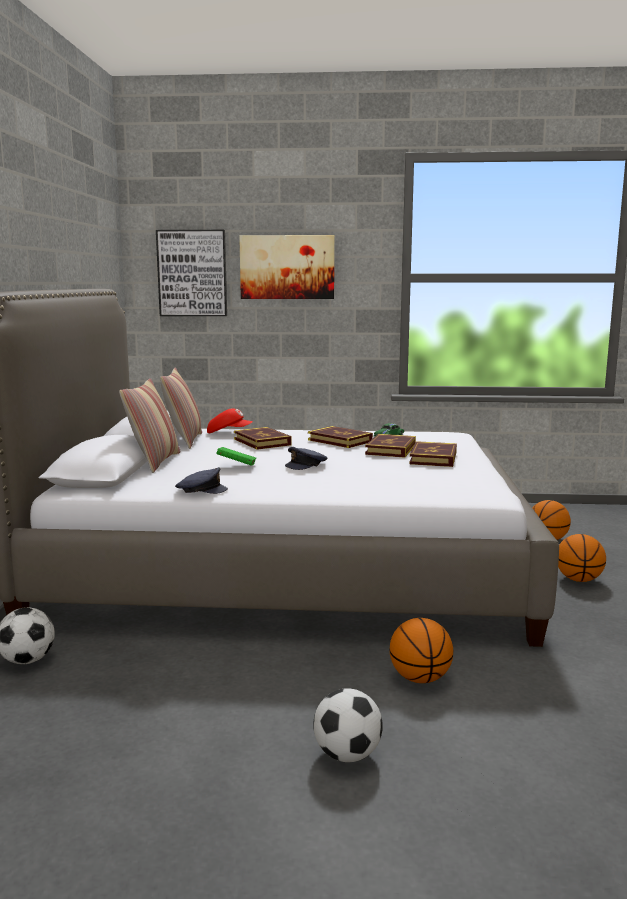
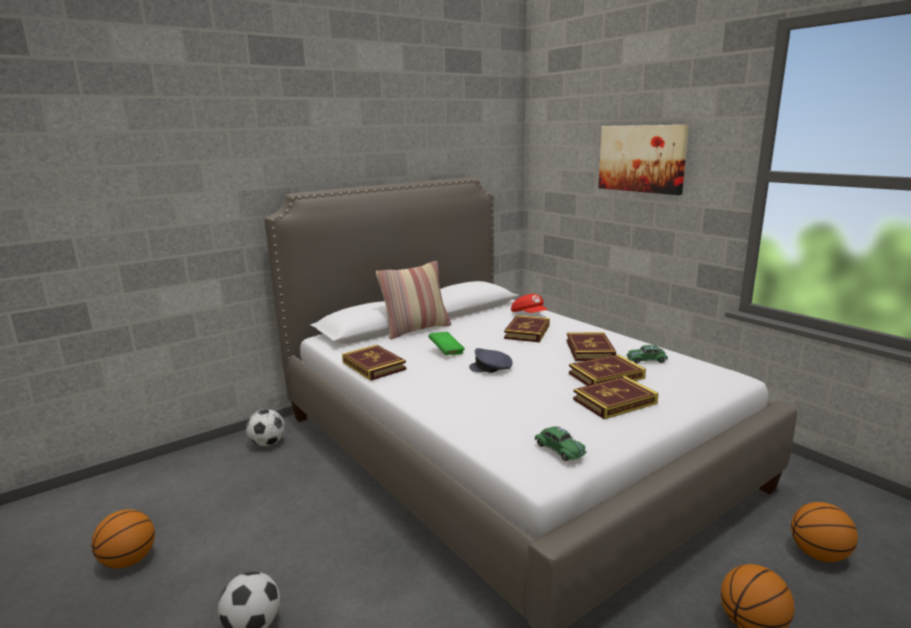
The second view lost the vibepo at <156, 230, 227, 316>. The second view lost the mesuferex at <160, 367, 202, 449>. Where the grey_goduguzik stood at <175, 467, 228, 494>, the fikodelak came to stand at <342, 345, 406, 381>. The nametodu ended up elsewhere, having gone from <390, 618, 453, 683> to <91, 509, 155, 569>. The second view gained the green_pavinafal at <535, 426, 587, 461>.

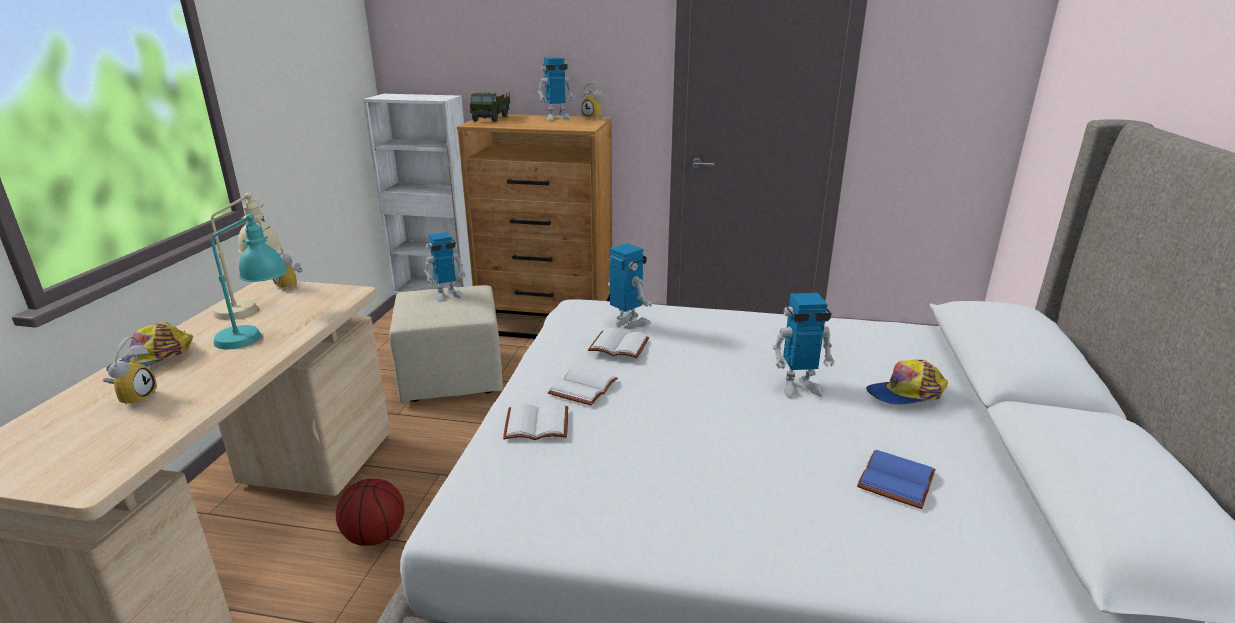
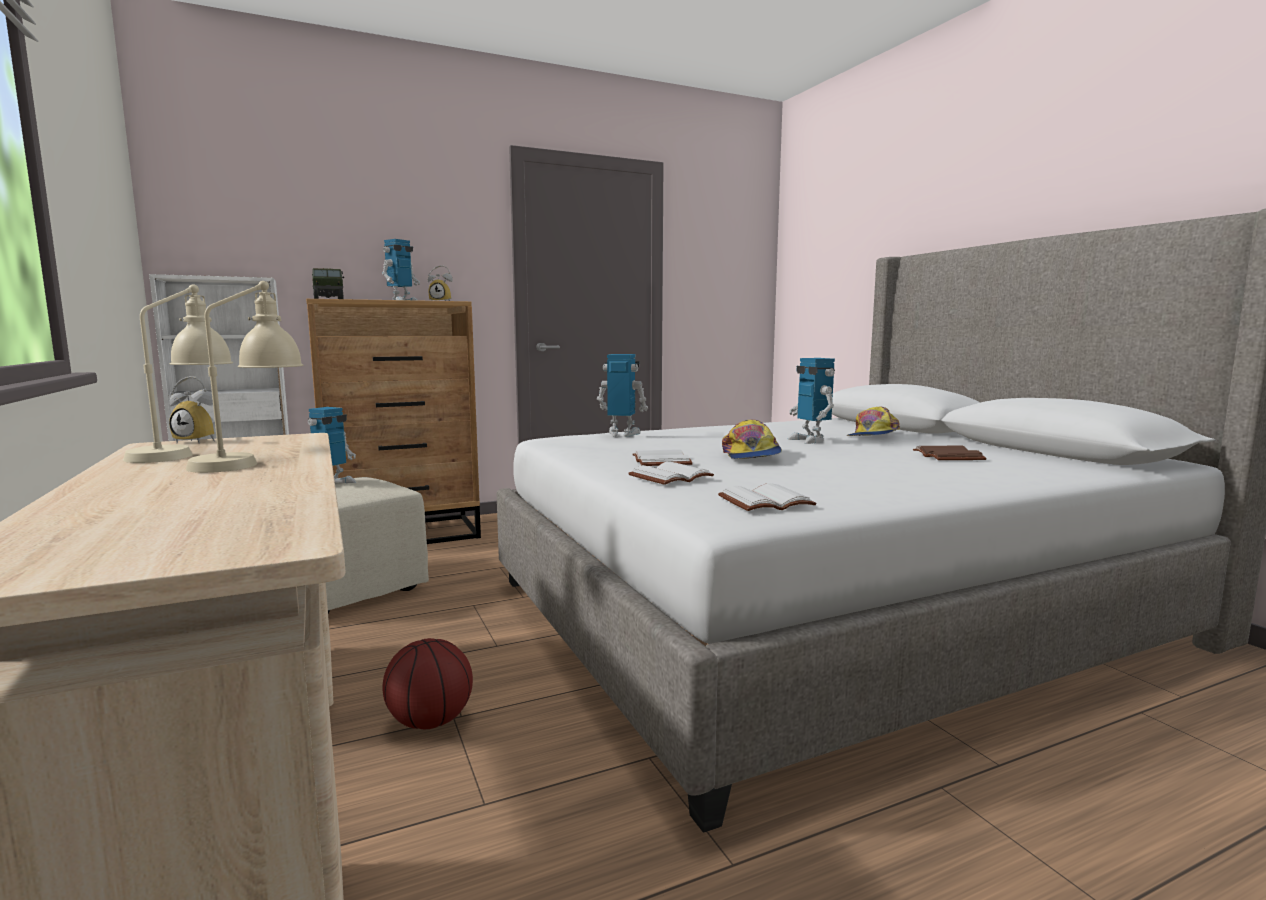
What was the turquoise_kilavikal at <211, 213, 287, 349> turned into the beige_kilavikal at <186, 281, 303, 473>. The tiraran at <773, 293, 835, 398> ended up facing another way, 105 degrees clockwise from before. The goduguzik ended up elsewhere, having gone from <106, 322, 193, 371> to <722, 420, 782, 459>. The white_fikodelak ended up elsewhere, having gone from <588, 328, 649, 358> to <718, 483, 816, 511>. The second view lost the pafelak at <102, 337, 157, 406>. What was the blue_fikodelak at <857, 450, 936, 509> turned into the brown_fikodelak at <913, 446, 987, 460>.

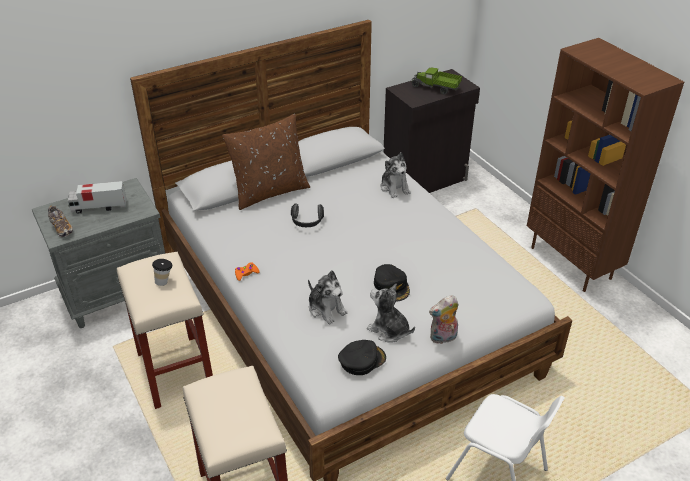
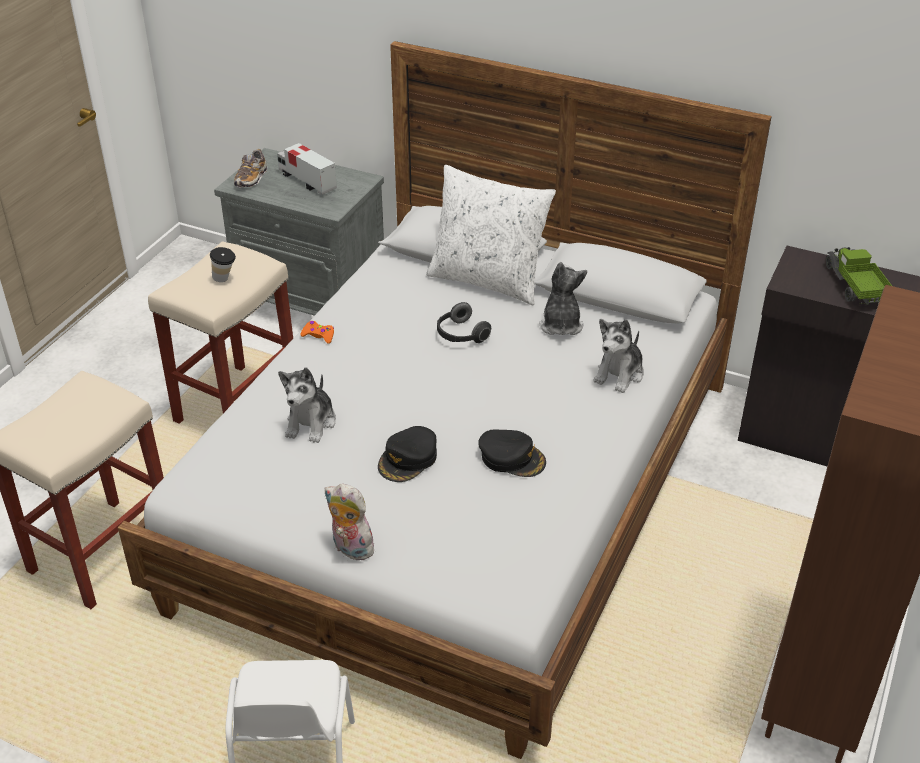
What was the brown_mesuferex at <222, 114, 310, 210> turned into the white_mesuferex at <426, 165, 556, 305>. The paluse ended up elsewhere, having gone from <367, 284, 415, 343> to <539, 262, 587, 335>. The black_goduguzik ended up elsewhere, having gone from <338, 340, 386, 375> to <478, 429, 546, 477>.

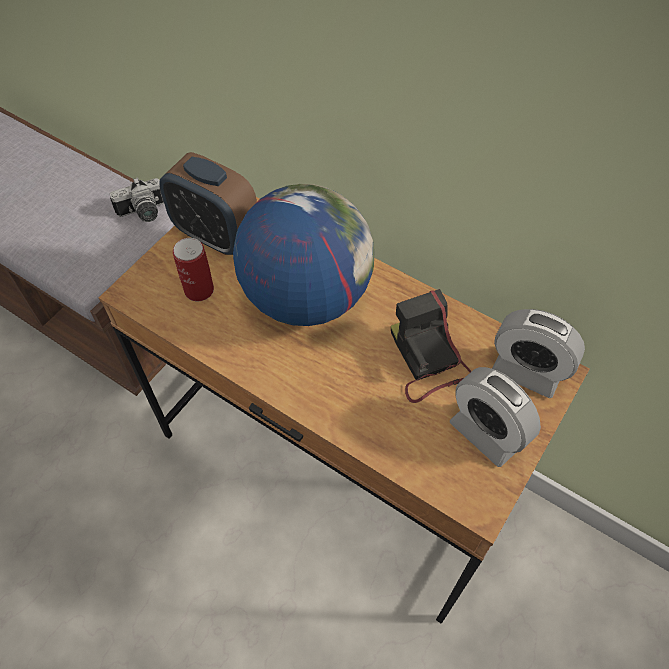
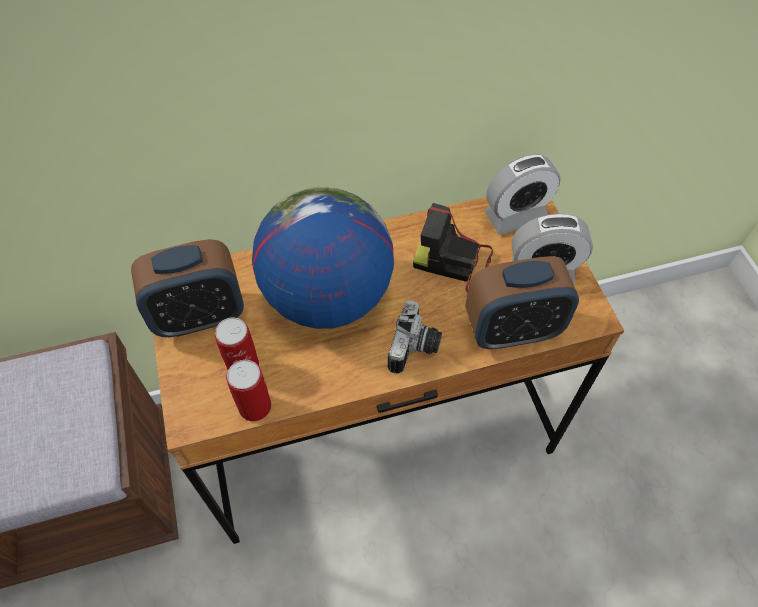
The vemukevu ended up elsewhere, having gone from <110, 177, 164, 222> to <388, 300, 442, 374>. The second view gained the pafelak at <466, 256, 579, 349>. The second view gained the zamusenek at <226, 360, 271, 421>.

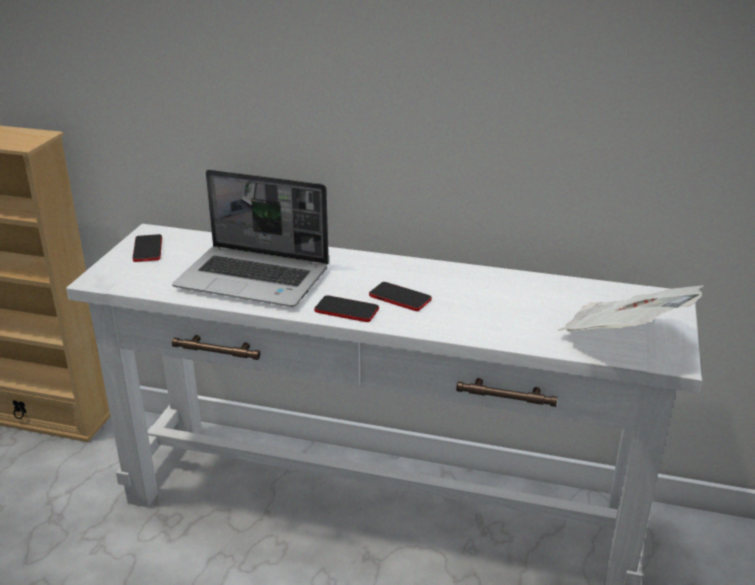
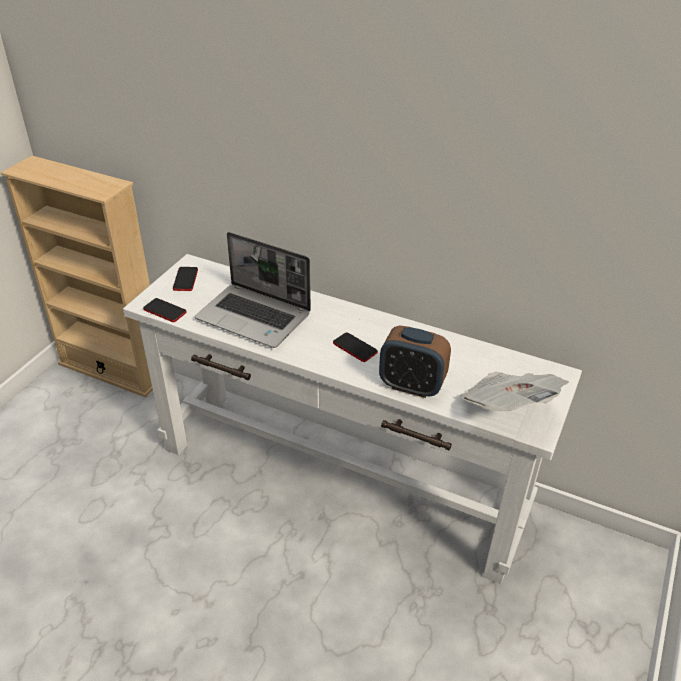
The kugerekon ended up elsewhere, having gone from <314, 295, 379, 322> to <143, 298, 187, 322>. The second view gained the pafelak at <379, 325, 451, 398>.

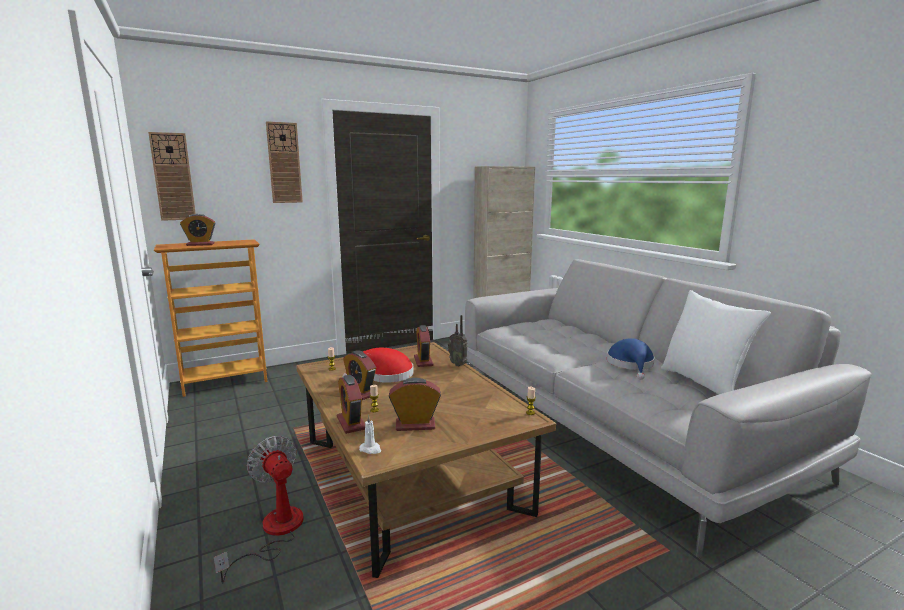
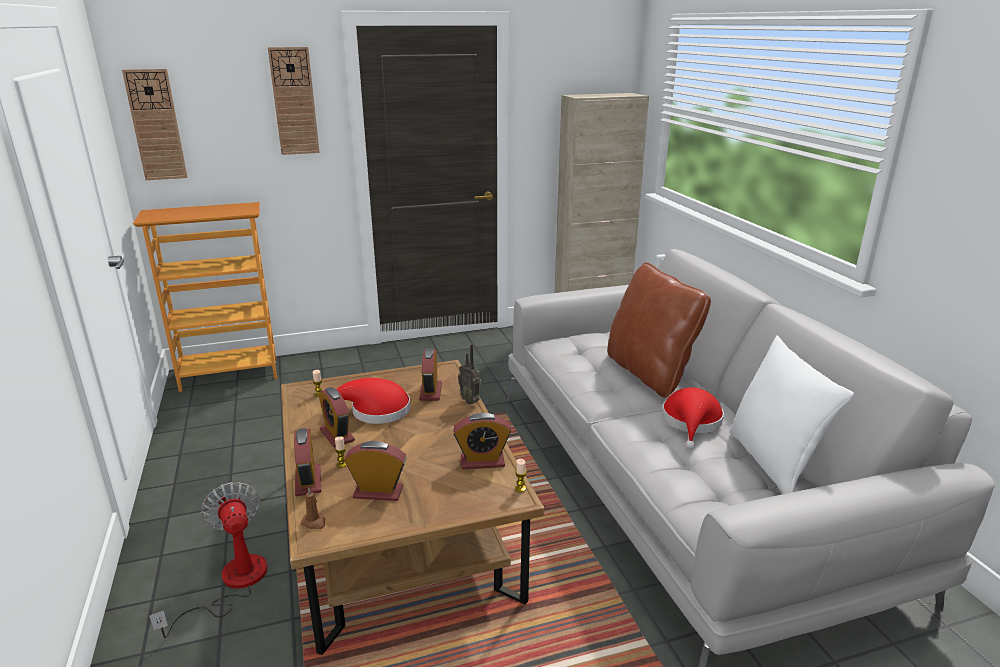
The pafelak ended up elsewhere, having gone from <180, 214, 215, 246> to <453, 413, 511, 469>. What was the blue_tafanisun at <607, 338, 655, 380> turned into the red_tafanisun at <662, 387, 724, 450>. What was the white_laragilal at <359, 415, 381, 454> turned into the brown_laragilal at <301, 487, 325, 529>. The second view gained the brown_mesuferex at <607, 262, 711, 398>.

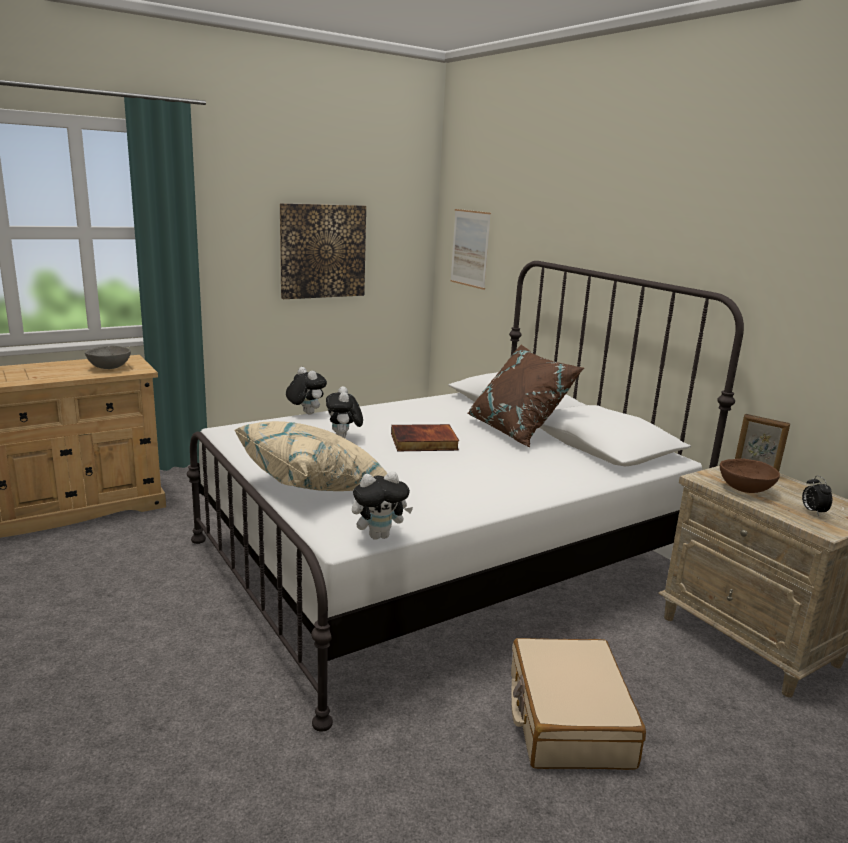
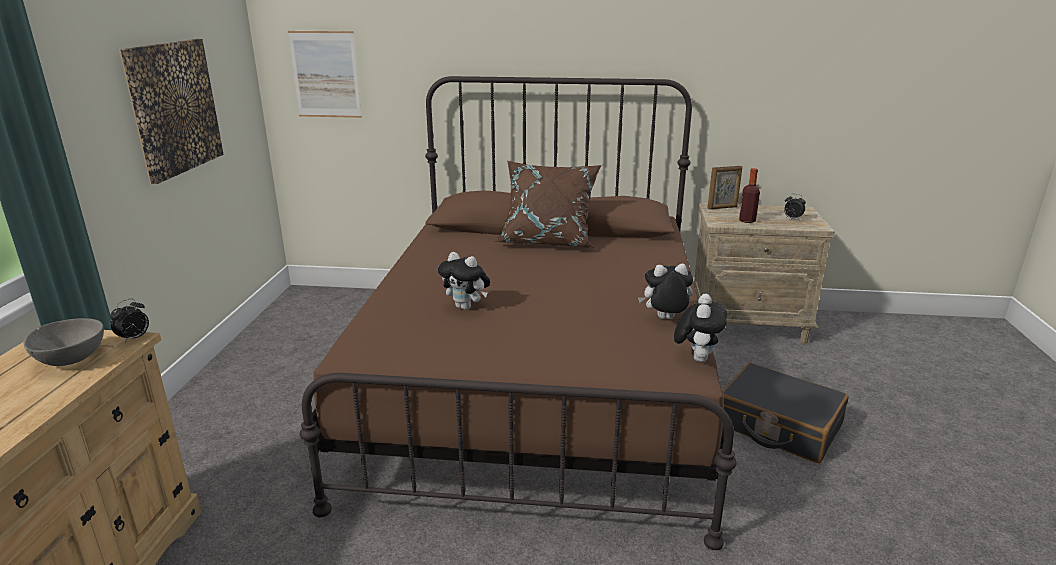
What was the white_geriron at <187, 261, 744, 732> turned into the brown_geriron at <300, 76, 736, 550>. The paluse ended up elsewhere, having gone from <286, 367, 327, 414> to <638, 264, 693, 319>. The second view lost the beige_mesuferex at <235, 421, 388, 491>. The second view lost the fikodelak at <391, 424, 459, 451>. Where the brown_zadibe stood at <720, 459, 780, 493>, the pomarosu came to stand at <739, 168, 760, 223>. What was the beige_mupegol at <511, 638, 646, 770> turned into the black_mupegol at <722, 363, 849, 463>. The second view gained the pafelak at <110, 298, 149, 343>.

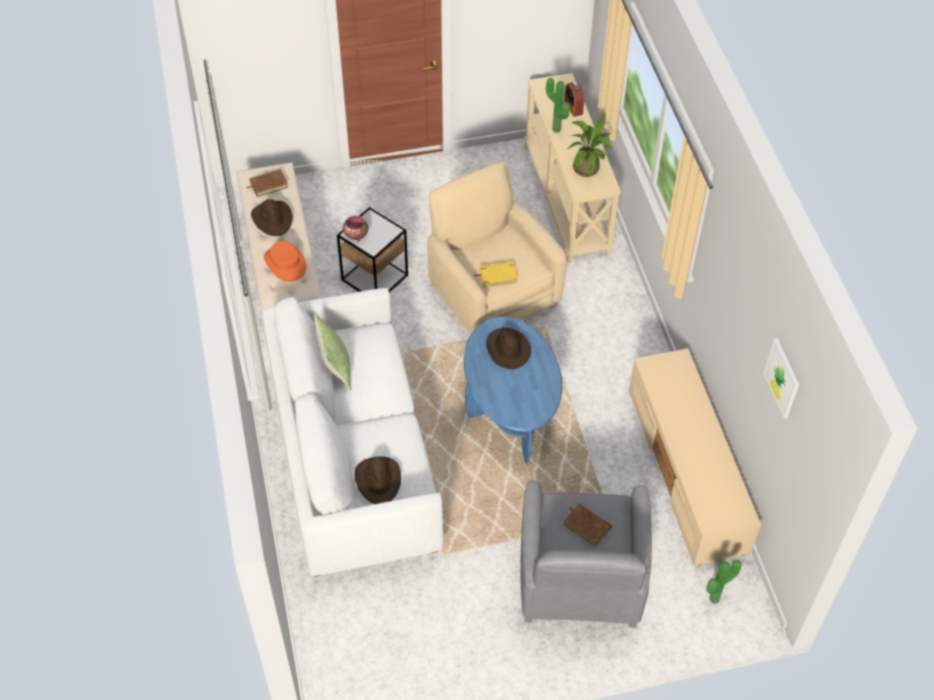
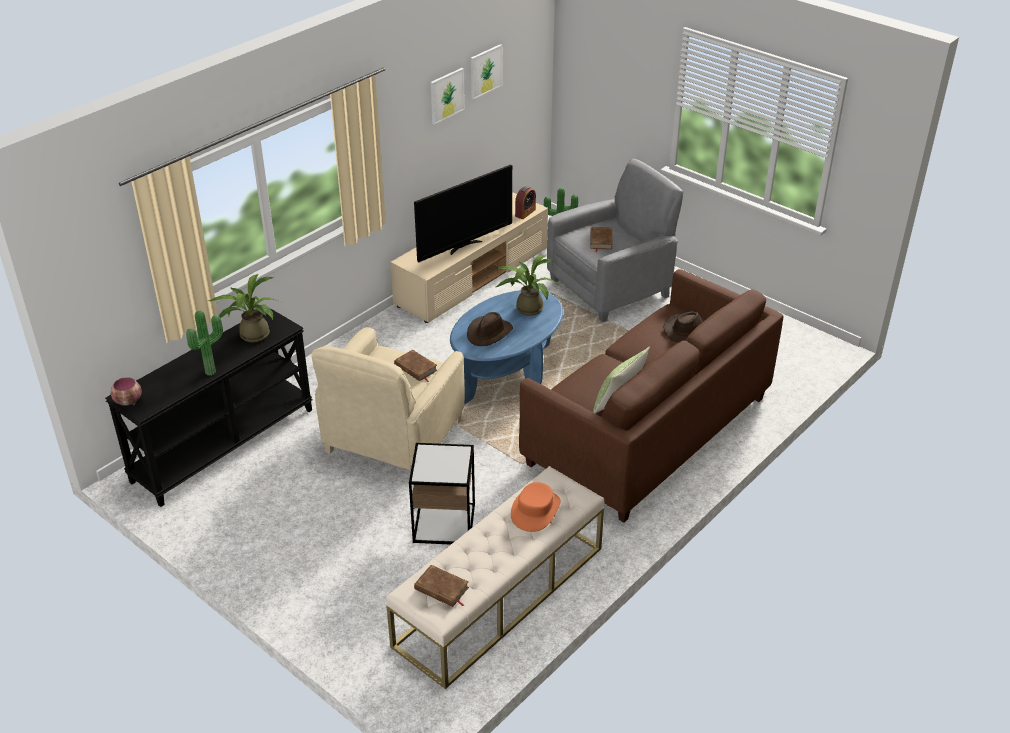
What was the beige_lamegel at <525, 73, 621, 263> turned into the black_lamegel at <105, 308, 313, 507>. The pafelak ended up elsewhere, having gone from <564, 81, 584, 117> to <515, 186, 536, 219>. The second view lost the brown_tafanisun at <251, 199, 293, 236>. The zadibe ended up elsewhere, having gone from <343, 215, 368, 241> to <111, 377, 142, 406>. What was the yellow_fikodelak at <475, 262, 518, 288> turned into the brown_fikodelak at <394, 350, 438, 382>. What was the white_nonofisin at <262, 288, 444, 577> turned into the brown_nonofisin at <519, 269, 783, 523>. The second view gained the vibepo at <431, 68, 465, 124>. The second view gained the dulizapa at <414, 164, 512, 262>. The second view gained the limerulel at <496, 255, 560, 316>.

